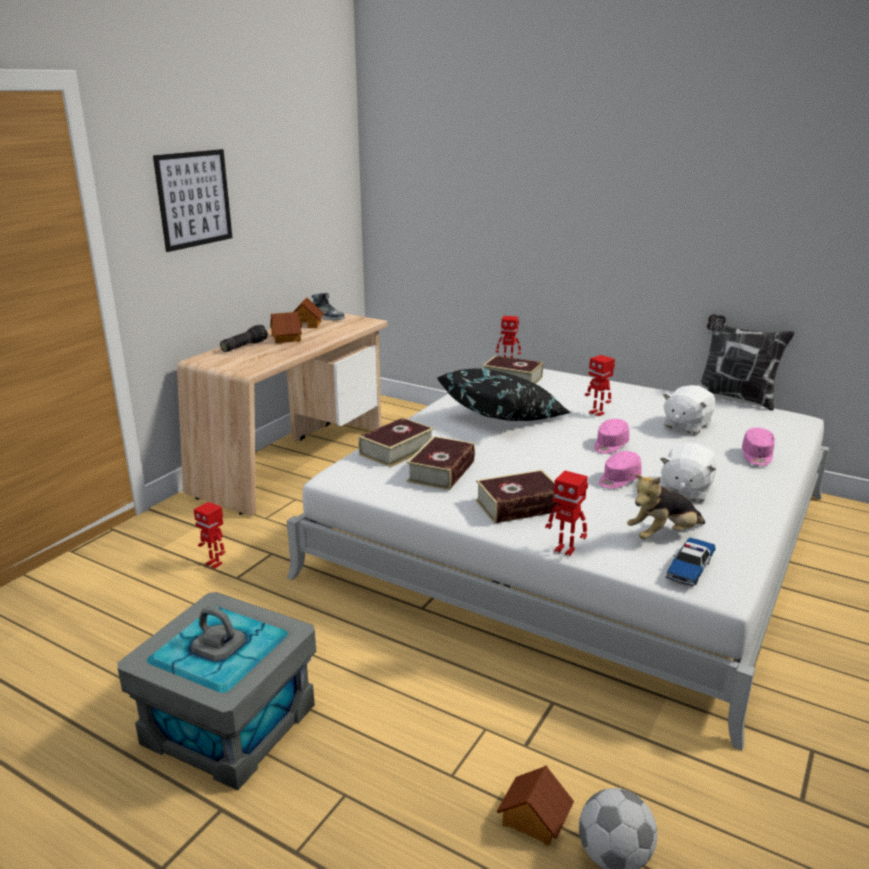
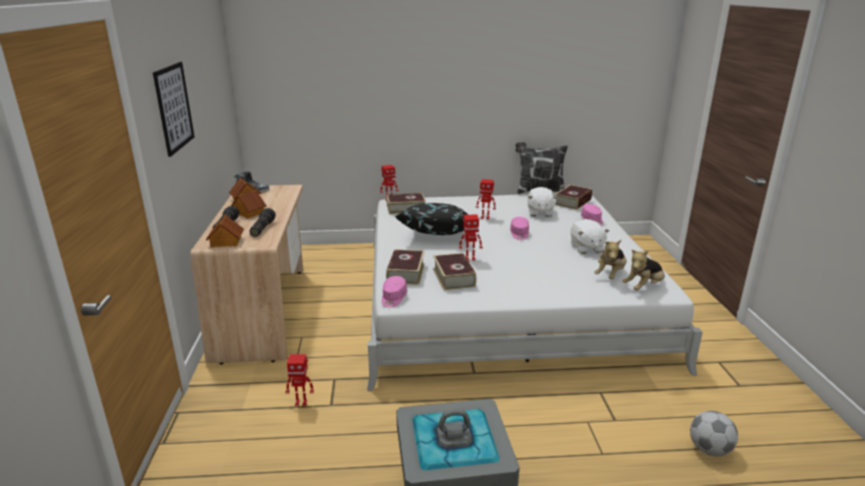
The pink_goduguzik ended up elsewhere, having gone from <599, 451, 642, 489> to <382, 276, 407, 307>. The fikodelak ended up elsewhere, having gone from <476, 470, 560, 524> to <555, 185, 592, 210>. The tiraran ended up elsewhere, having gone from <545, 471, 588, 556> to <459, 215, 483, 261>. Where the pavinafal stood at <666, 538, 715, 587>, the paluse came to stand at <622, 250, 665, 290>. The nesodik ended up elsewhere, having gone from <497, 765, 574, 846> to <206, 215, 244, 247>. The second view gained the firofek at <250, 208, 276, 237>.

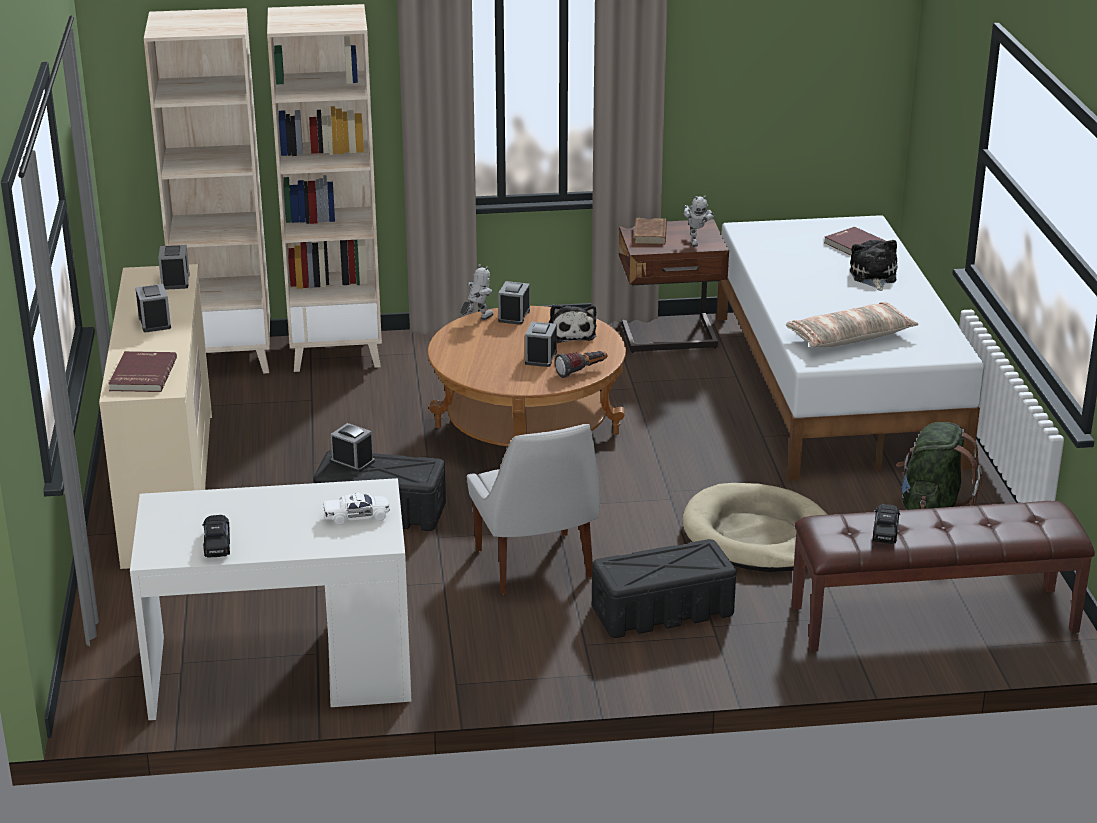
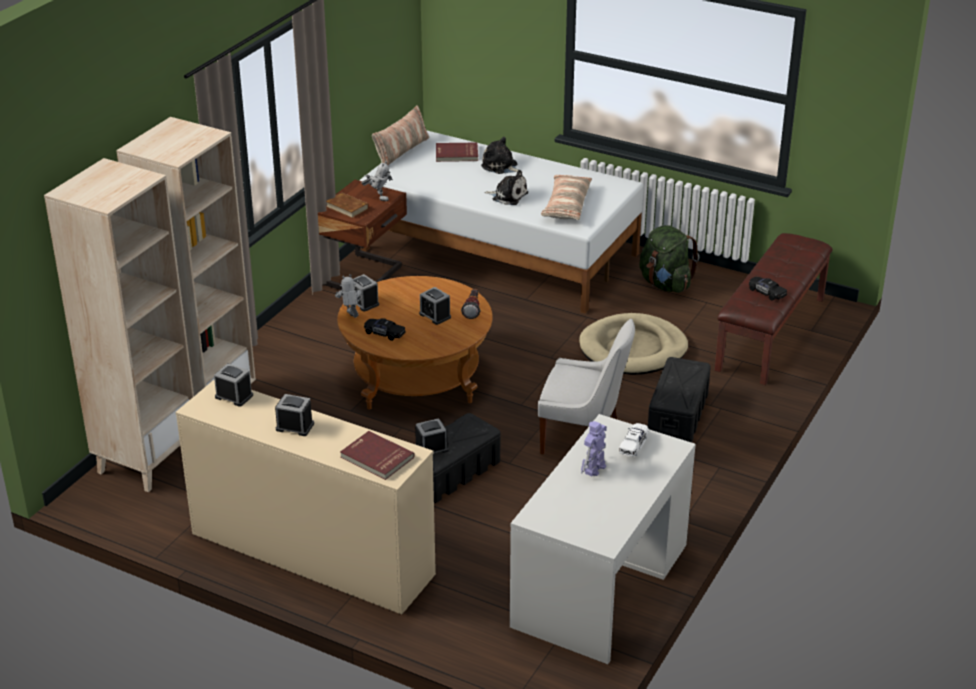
The paluse ended up elsewhere, having gone from <549, 304, 596, 343> to <484, 170, 528, 205>. The black_pavinafal ended up elsewhere, having gone from <202, 515, 230, 558> to <364, 318, 406, 341>. The second view gained the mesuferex at <372, 105, 429, 166>. The second view gained the tiraran at <581, 421, 607, 476>.

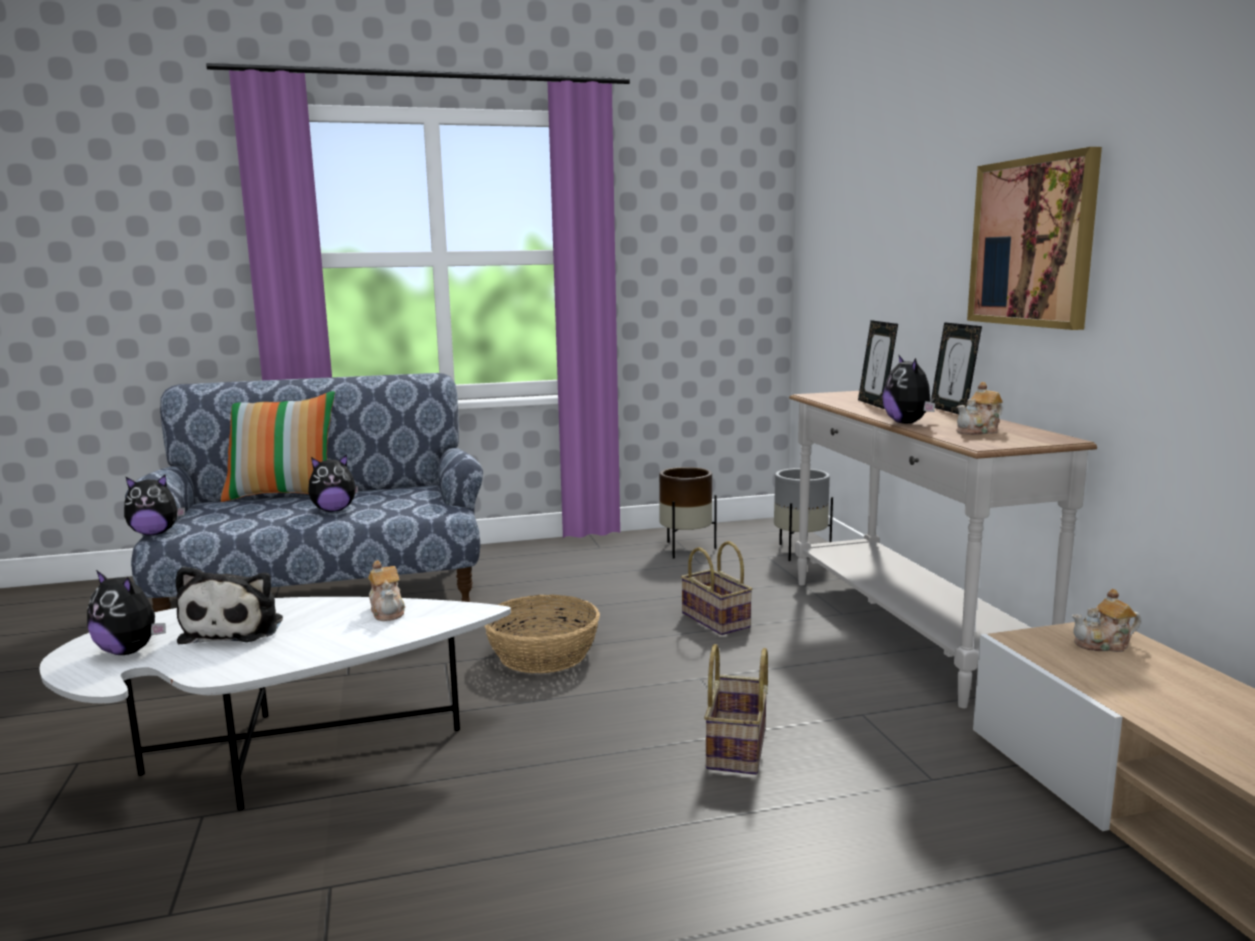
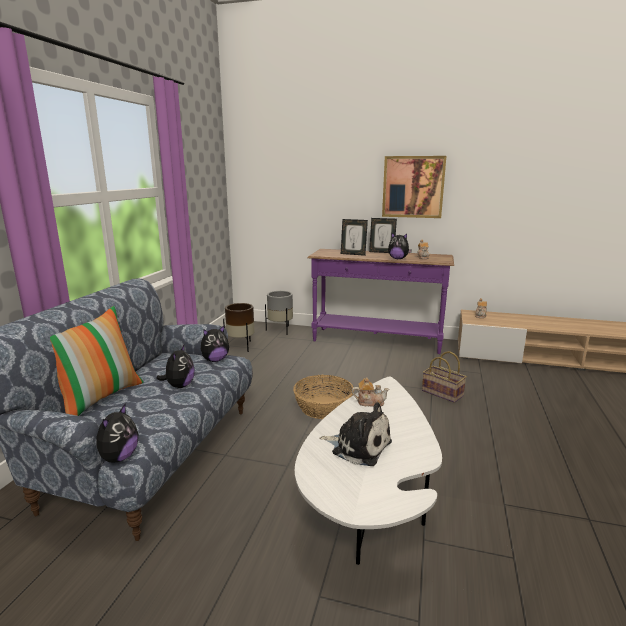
What was the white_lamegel at <789, 391, 1097, 708> turned into the purple_lamegel at <307, 249, 454, 354>. The second view lost the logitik at <681, 541, 752, 635>. The paluse ended up elsewhere, having gone from <87, 570, 166, 655> to <201, 326, 229, 362>.

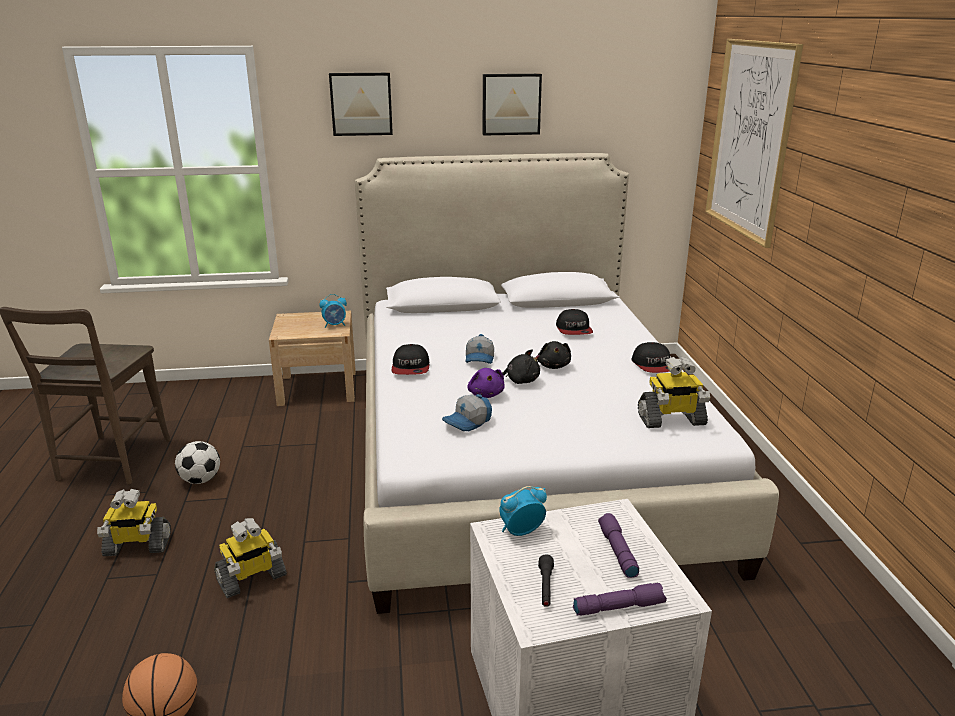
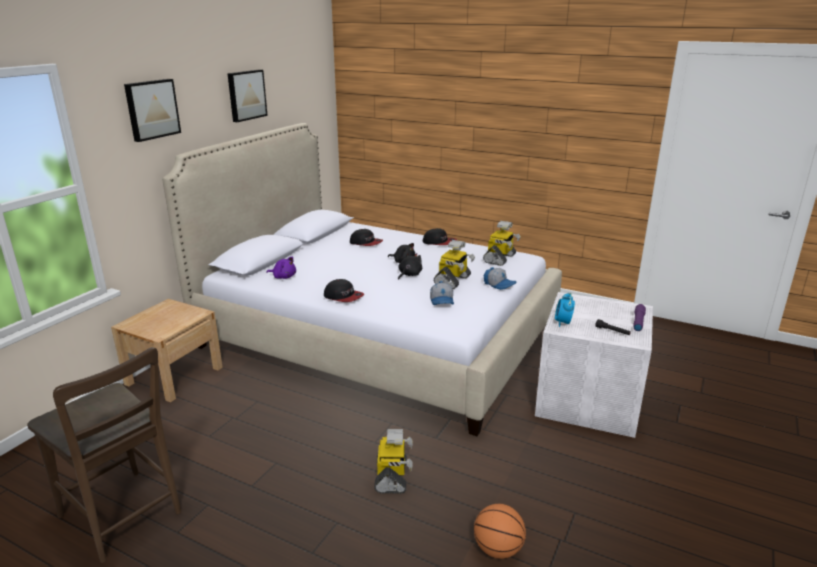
The second view lost the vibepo at <705, 39, 803, 248>. The second view lost the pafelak at <319, 294, 347, 328>. The goduguzik ended up elsewhere, having gone from <466, 334, 494, 364> to <484, 267, 516, 290>. The purple_paluse ended up elsewhere, having gone from <467, 368, 505, 398> to <266, 257, 296, 279>. The second view lost the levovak at <175, 441, 220, 484>. The tiraran ended up elsewhere, having gone from <97, 489, 171, 556> to <433, 240, 475, 289>. The second view lost the purple_firofek at <598, 513, 639, 578>.

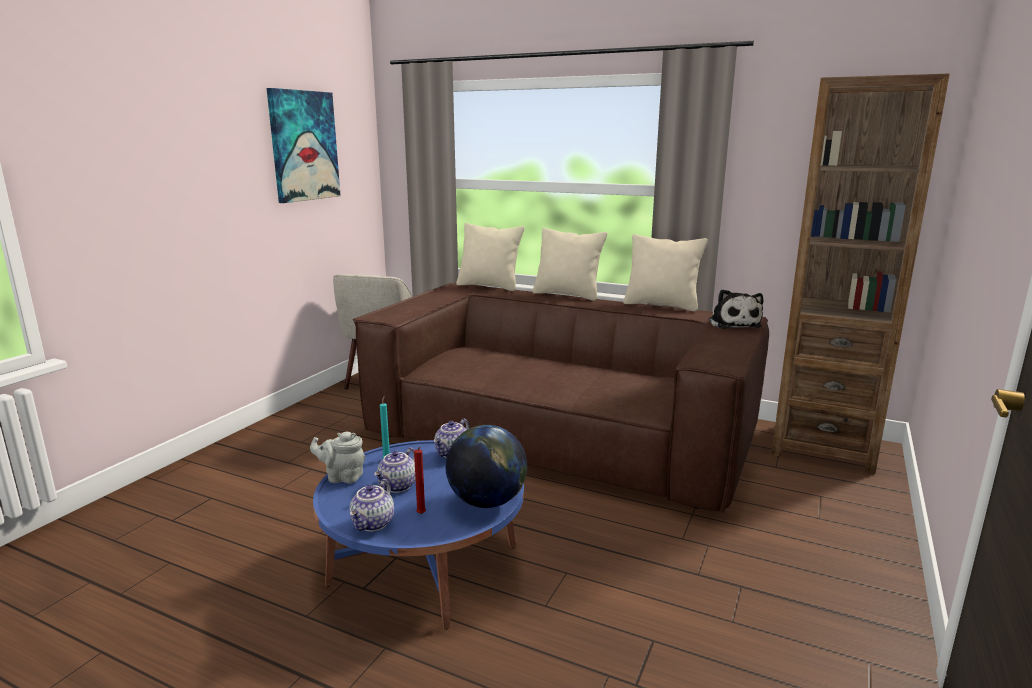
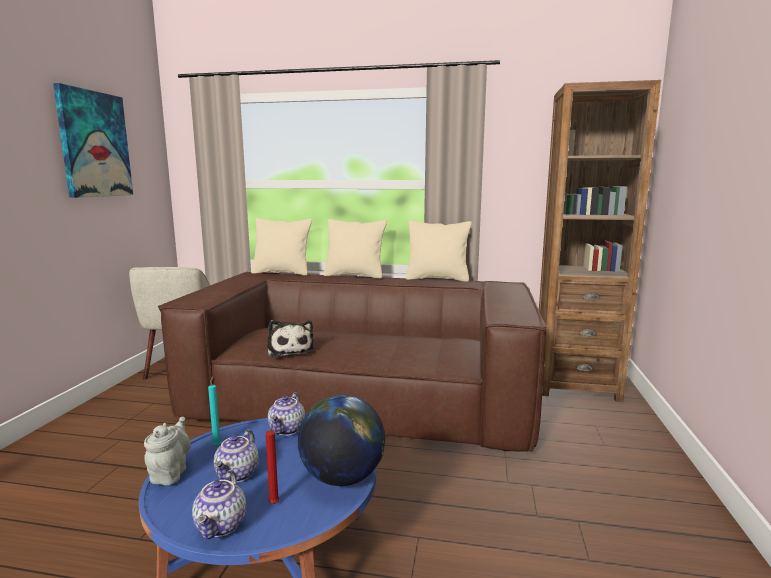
The paluse ended up elsewhere, having gone from <709, 289, 764, 329> to <267, 320, 314, 358>. The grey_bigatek at <310, 432, 365, 484> ended up facing another way, 105 degrees clockwise from before.

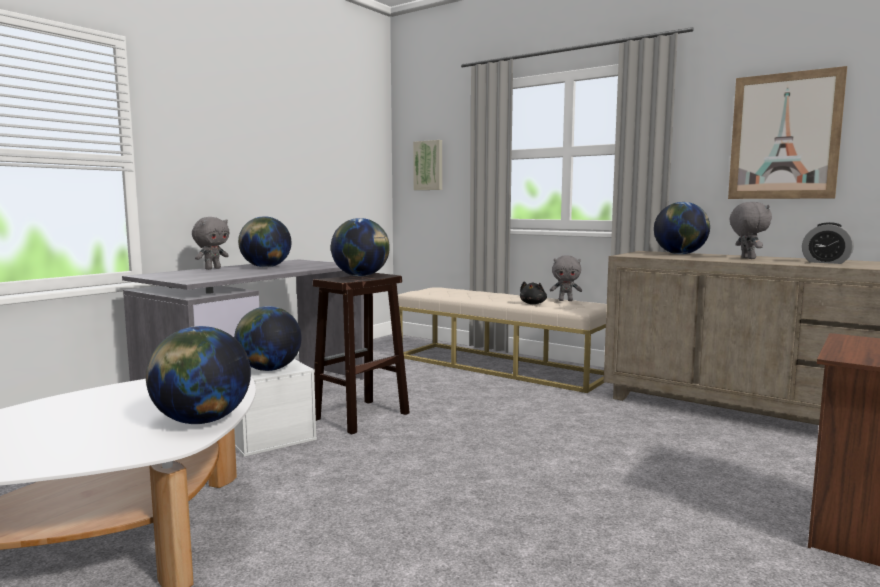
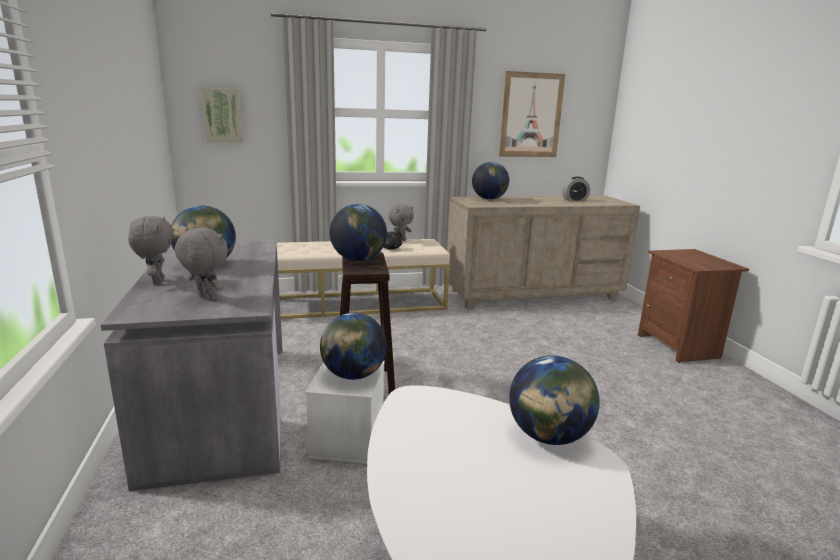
The grey_paluse ended up elsewhere, having gone from <729, 202, 772, 259> to <175, 228, 228, 301>.

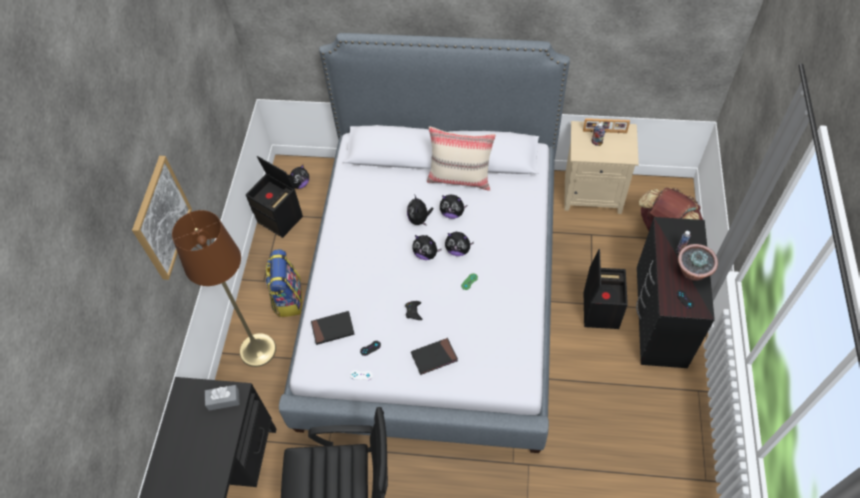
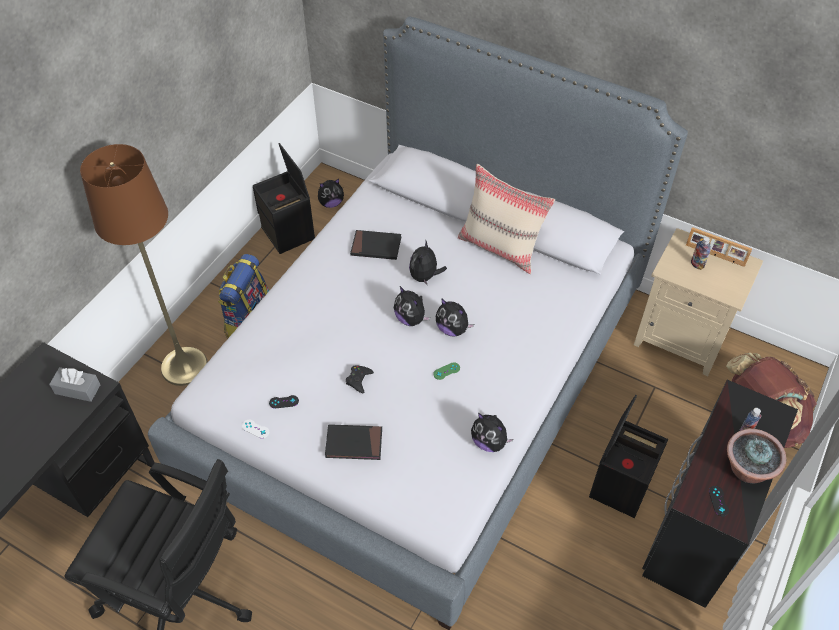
The second view lost the vibepo at <132, 156, 192, 280>. The paluse ended up elsewhere, having gone from <440, 195, 467, 219> to <471, 413, 514, 452>. The black_fikodelak ended up elsewhere, having gone from <311, 311, 355, 345> to <350, 230, 401, 260>.

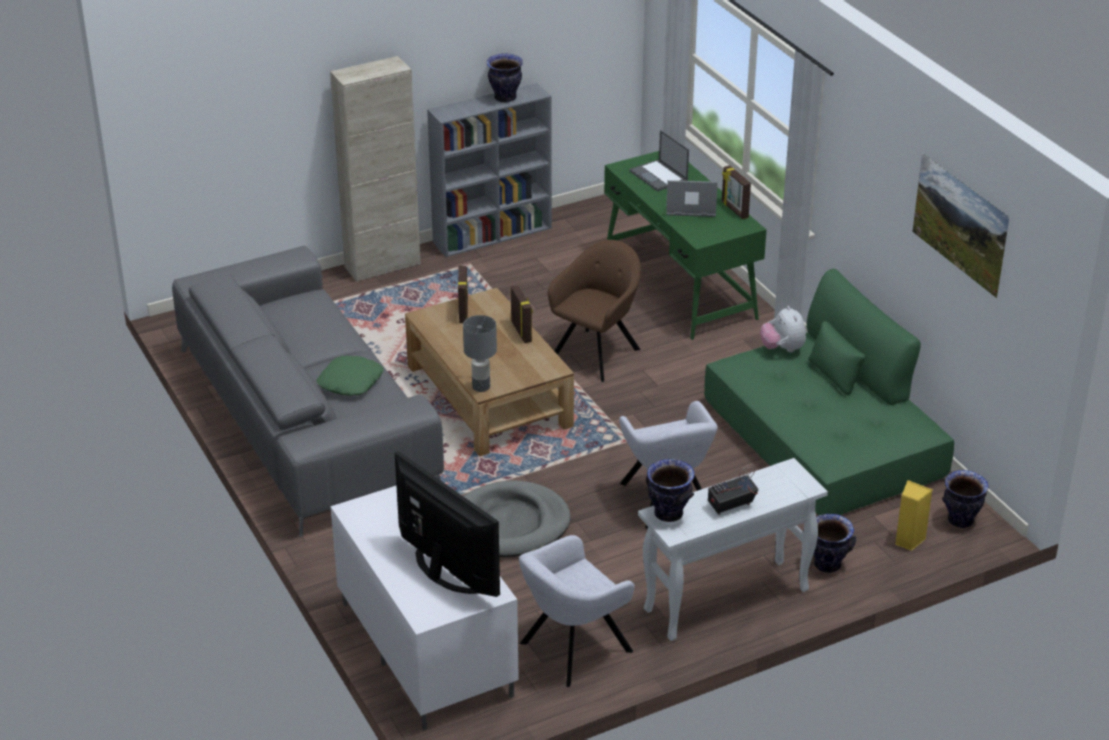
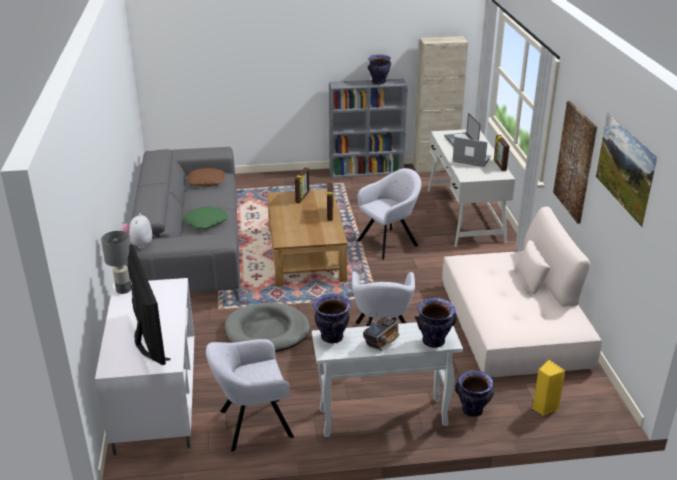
The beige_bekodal ended up elsewhere, having gone from <330, 56, 421, 282> to <413, 36, 468, 173>. What was the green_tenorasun at <604, 151, 767, 340> turned into the white_tenorasun at <428, 129, 515, 247>. What was the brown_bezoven at <548, 240, 641, 382> turned into the grey_bezoven at <357, 168, 421, 260>. What was the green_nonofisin at <704, 269, 954, 515> turned into the beige_nonofisin at <442, 207, 602, 378>. The paluse ended up elsewhere, having gone from <760, 306, 806, 353> to <120, 213, 152, 249>. The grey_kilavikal ended up elsewhere, having gone from <463, 315, 497, 392> to <101, 231, 131, 294>. The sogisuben at <708, 464, 759, 515> ended up facing another way, 135 degrees clockwise from before. The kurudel ended up elsewhere, having gone from <942, 470, 988, 528> to <415, 298, 457, 348>. The second view gained the vibepo at <553, 101, 597, 224>. The second view gained the brown_mesuferex at <187, 168, 225, 186>.

